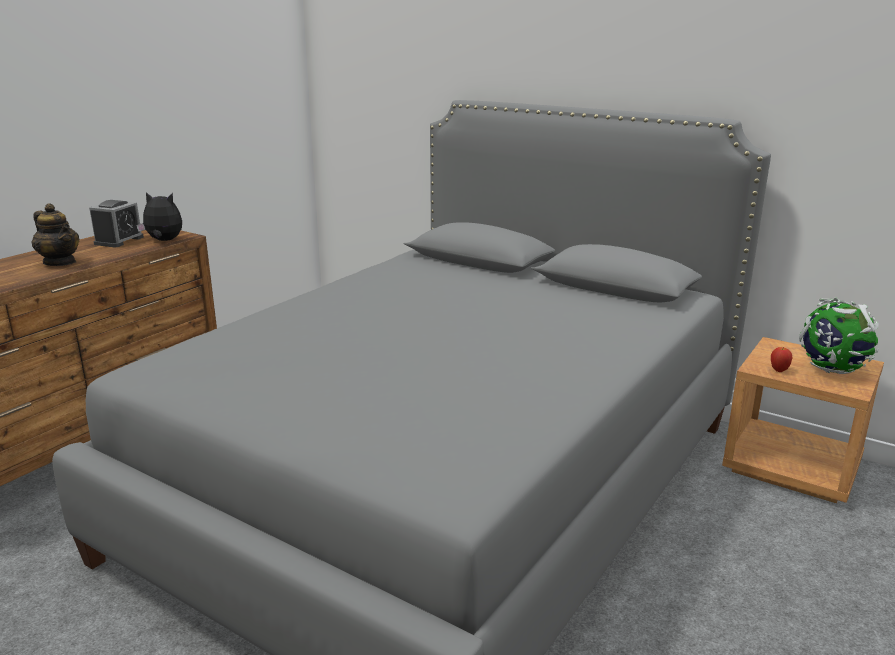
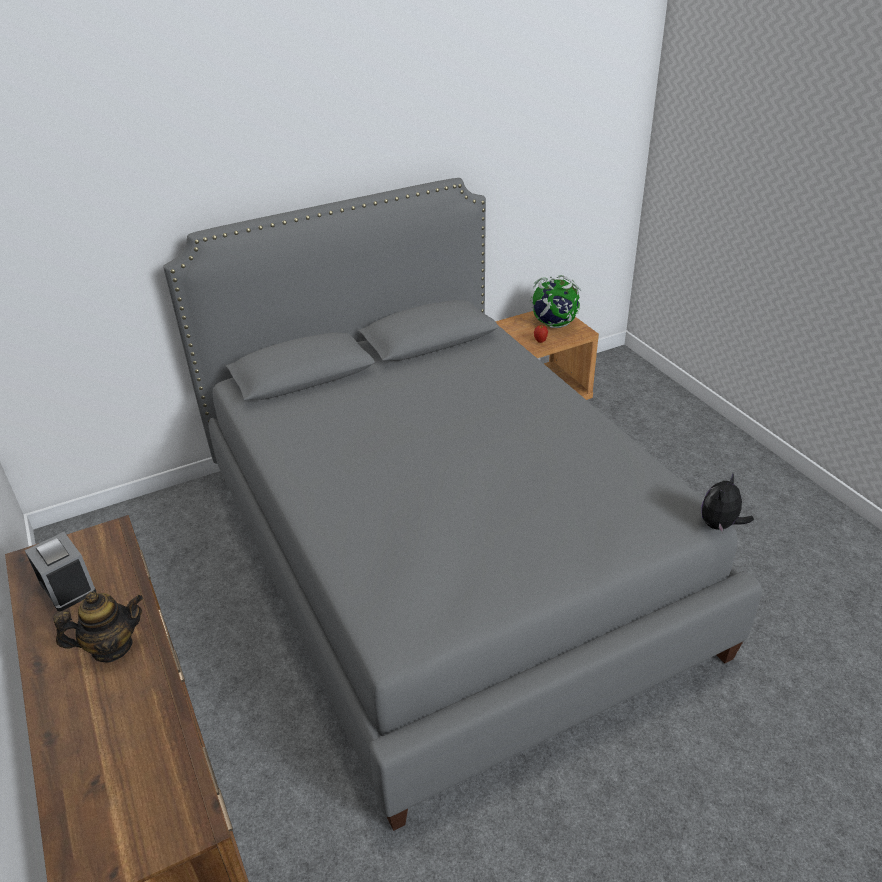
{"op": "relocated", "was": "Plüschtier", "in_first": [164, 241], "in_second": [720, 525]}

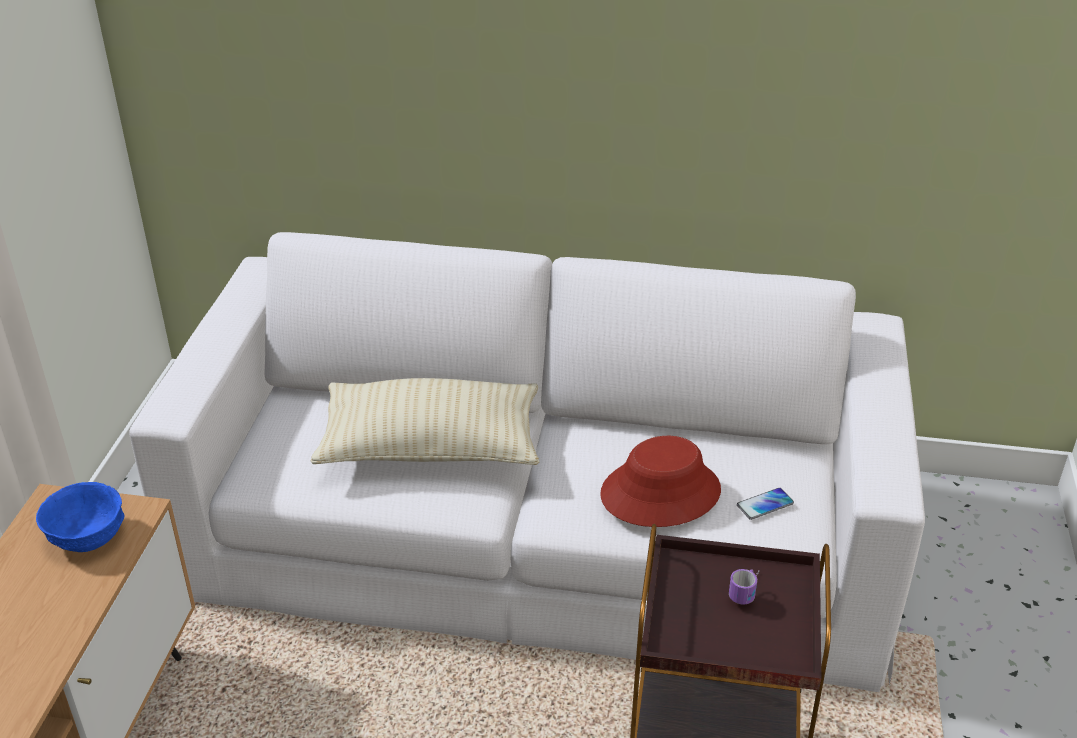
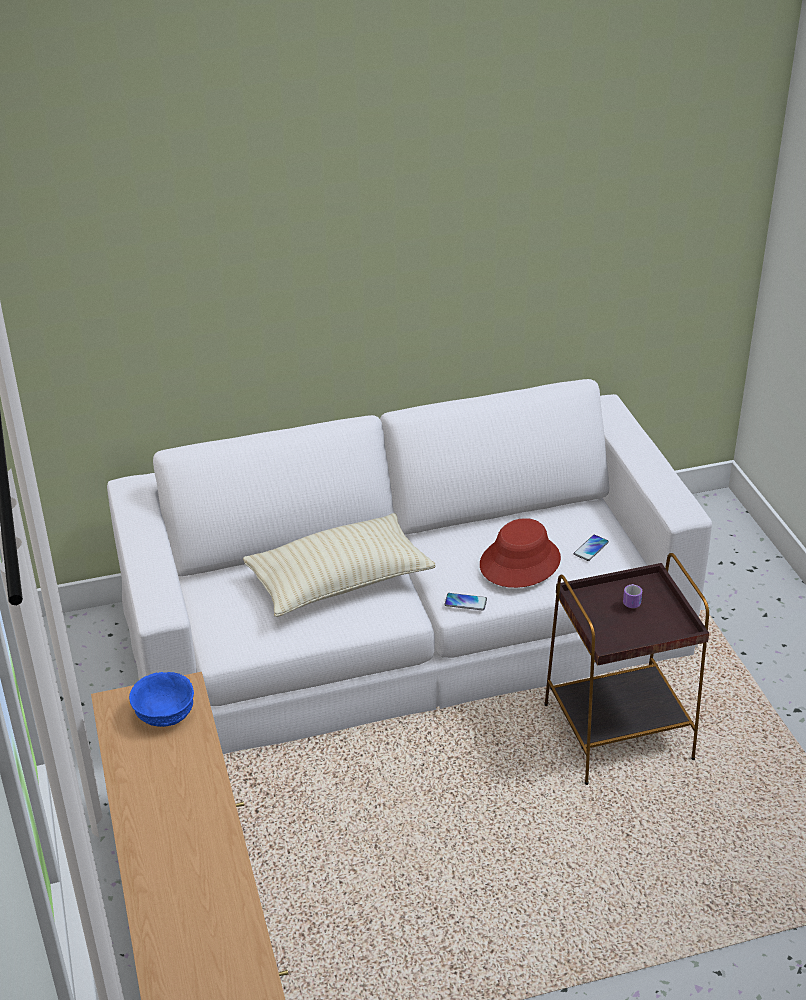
{"op": "appeared", "now": "Handy", "in_second": [465, 602]}

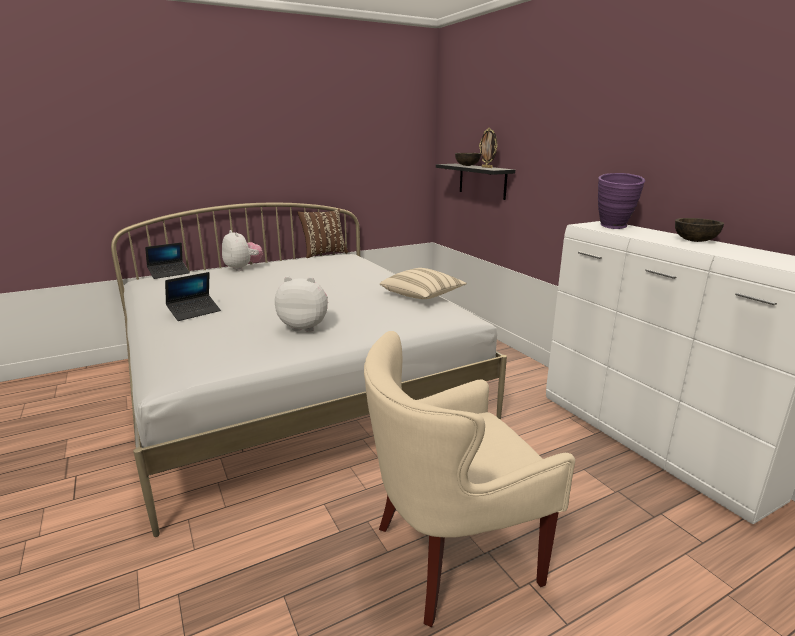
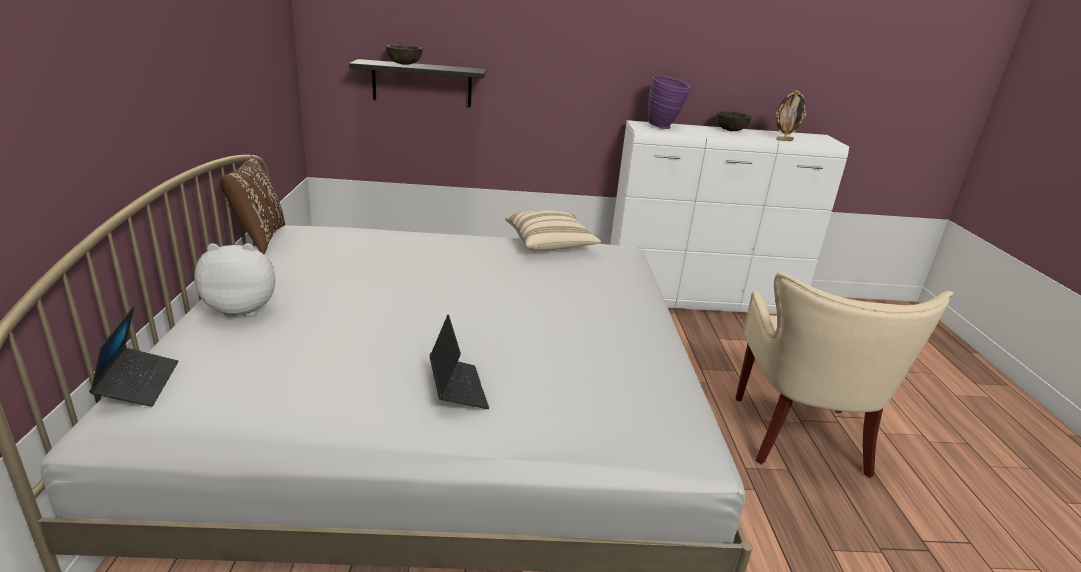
{"op": "missing", "was": "Plüschtier", "in_first": [305, 327]}
{"op": "relocated", "was": "Bilderrahmen", "in_first": [487, 167], "in_second": [784, 140]}

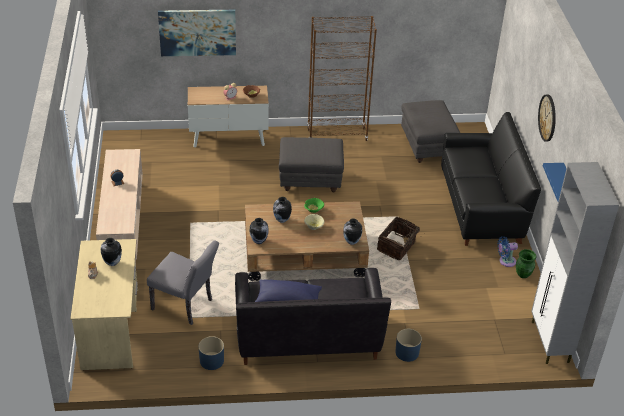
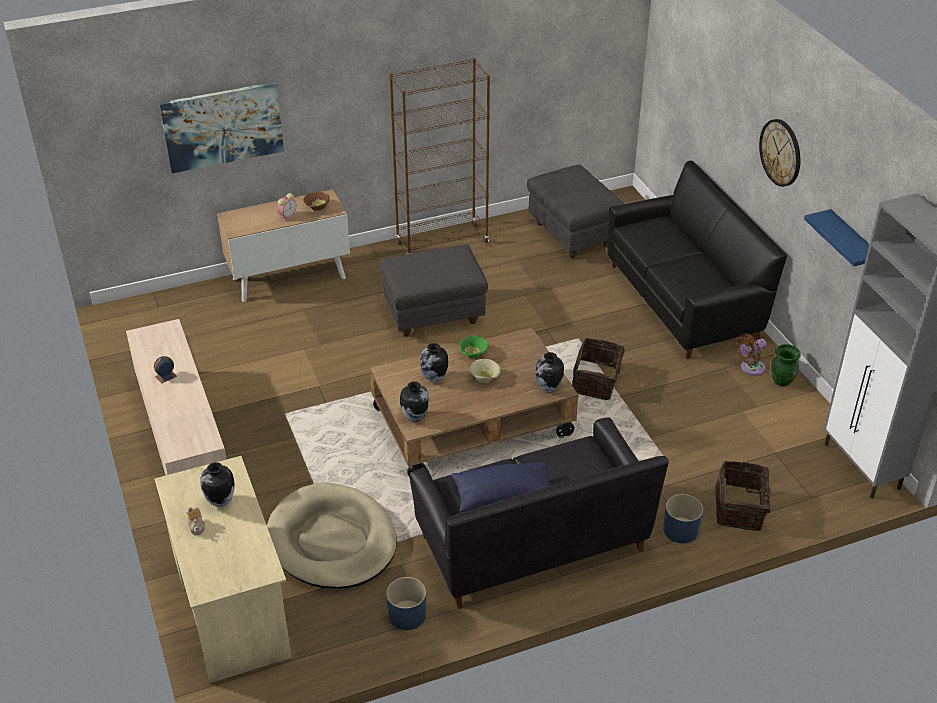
{"op": "exchanged", "was": "Stuhl (grau)", "now": "Hundebett (beige)", "in_first": [186, 306], "in_second": [332, 541]}
{"op": "colour", "was": "Ventilator (blau)", "now": "Ventilator (braun)", "in_first": [505, 261], "in_second": [750, 368]}
{"op": "appeared", "now": "Korb", "in_second": [740, 508]}

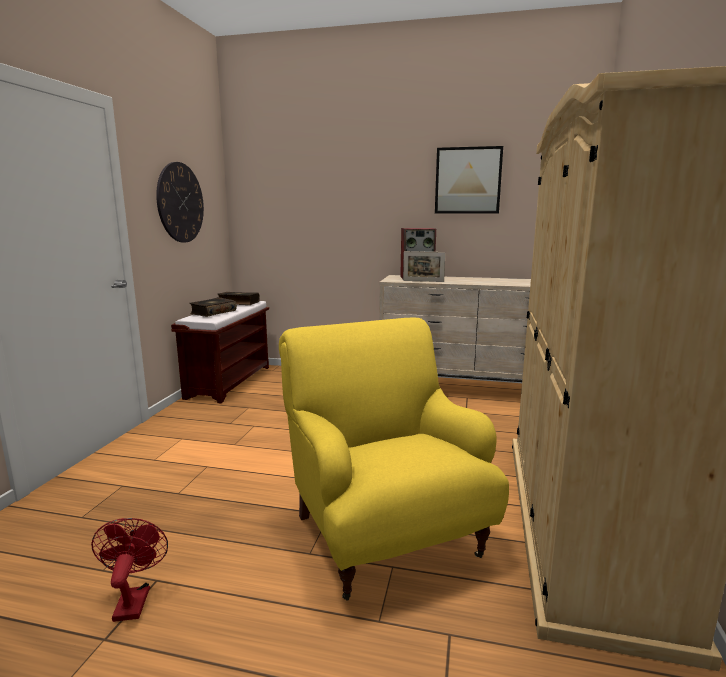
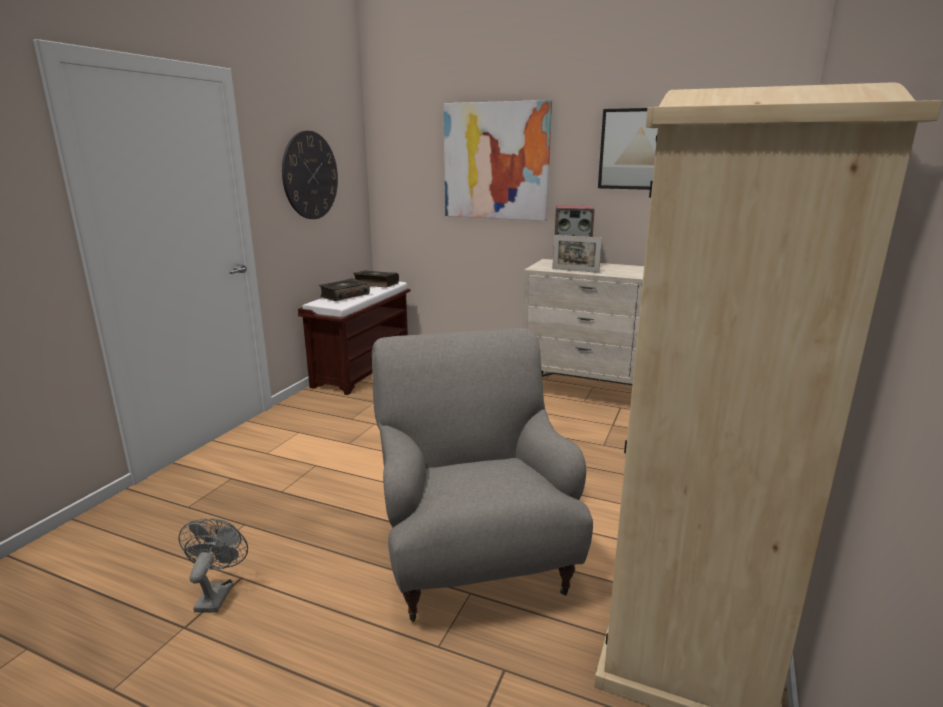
{"op": "colour", "was": "Ventilator (rot)", "now": "Ventilator (grau)", "in_first": [133, 599], "in_second": [216, 593]}
{"op": "colour", "was": "Sessel (gelb)", "now": "Sessel (grau)", "in_first": [384, 534], "in_second": [473, 557]}
{"op": "appeared", "now": "Bild", "in_second": [496, 161]}

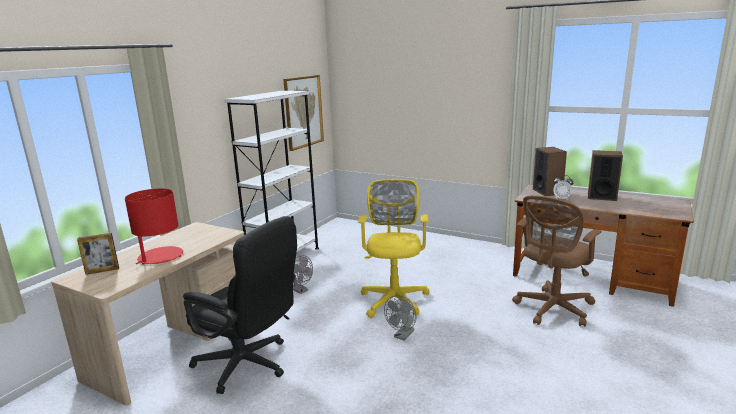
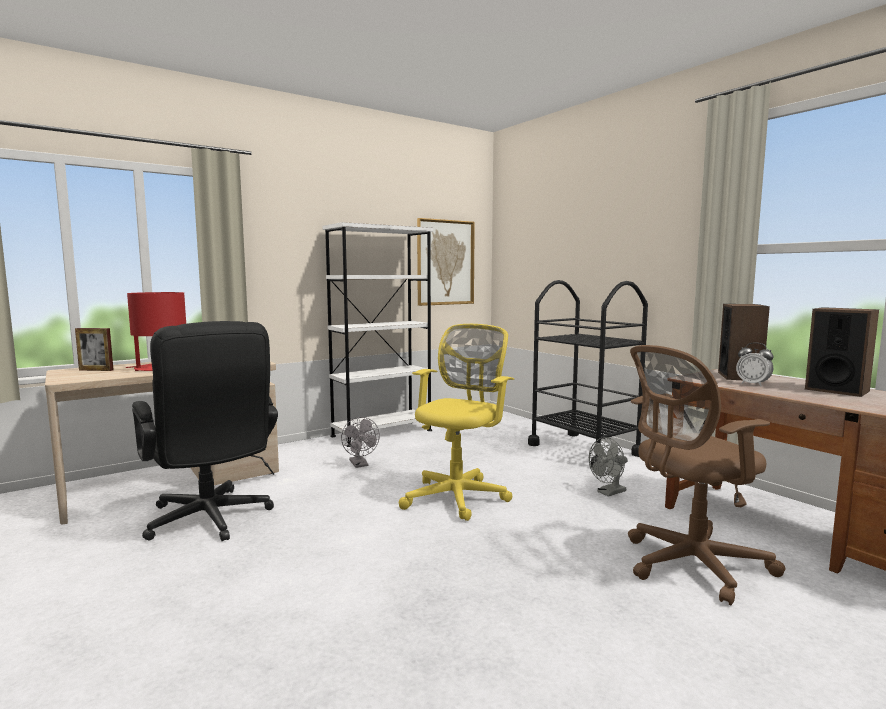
{"op": "relocated", "was": "Ventilator (grau)", "in_first": [402, 336], "in_second": [608, 493]}
{"op": "appeared", "now": "Rollwagen (schwarz)", "in_second": [584, 450]}

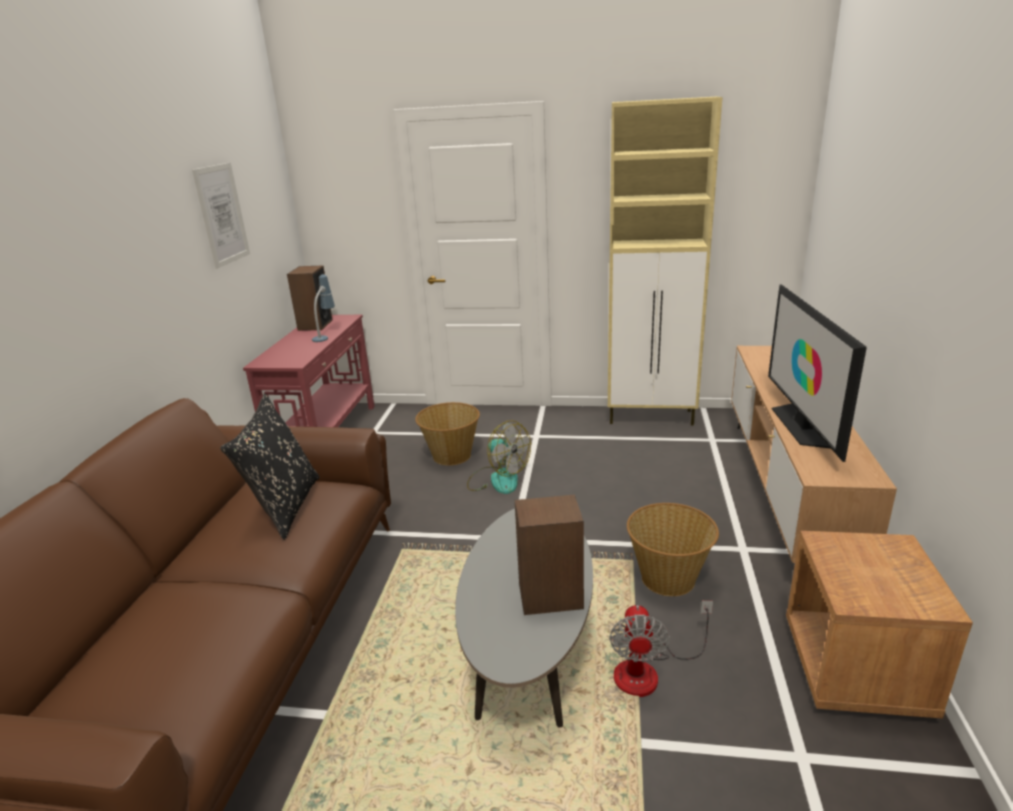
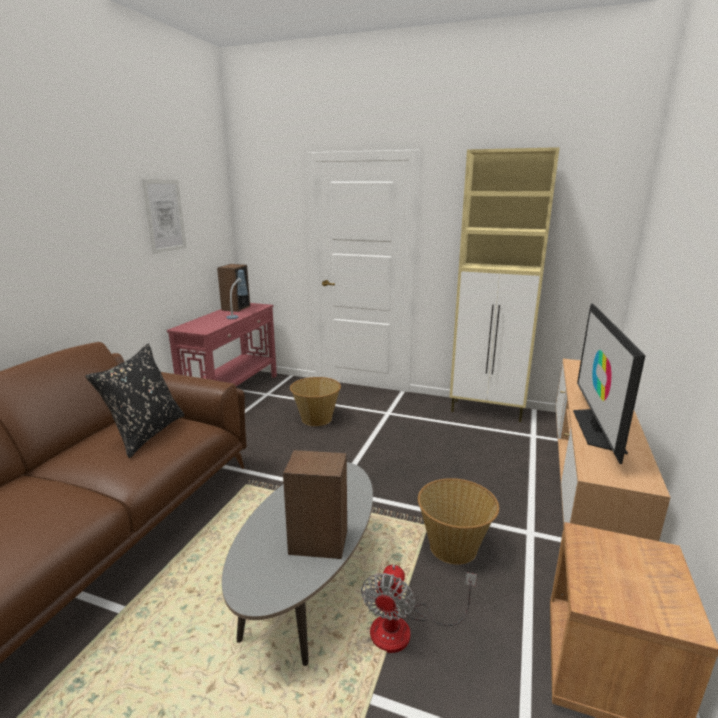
{"op": "missing", "was": "Ventilator", "in_first": [497, 479]}

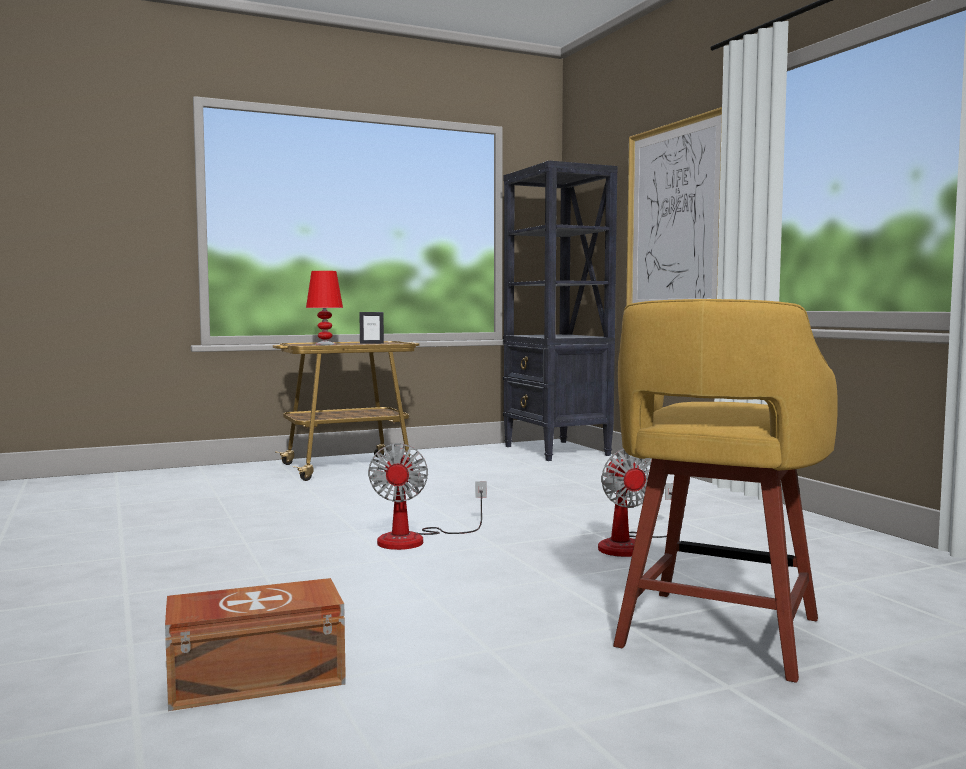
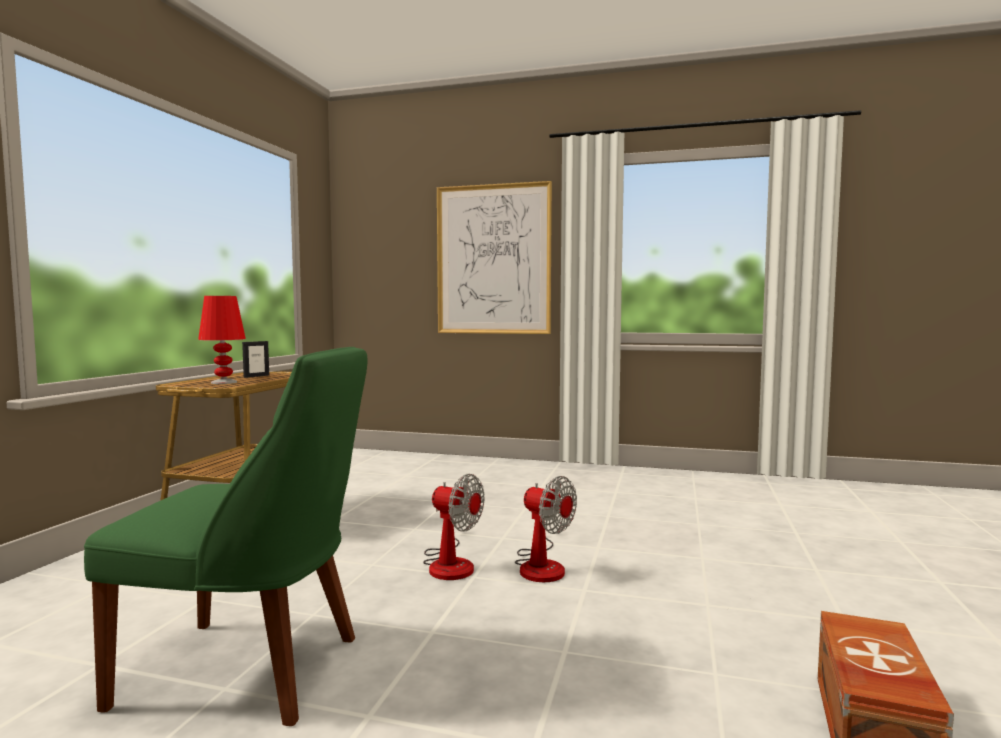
{"op": "missing", "was": "Bücherregal (schwarz)", "in_first": [556, 451]}
{"op": "relocated", "was": "Ventilator", "in_first": [631, 545], "in_second": [449, 563]}
{"op": "missing", "was": "Hocker (gelb)", "in_first": [716, 635]}
{"op": "appeared", "now": "Stuhl (grün)", "in_second": [251, 671]}

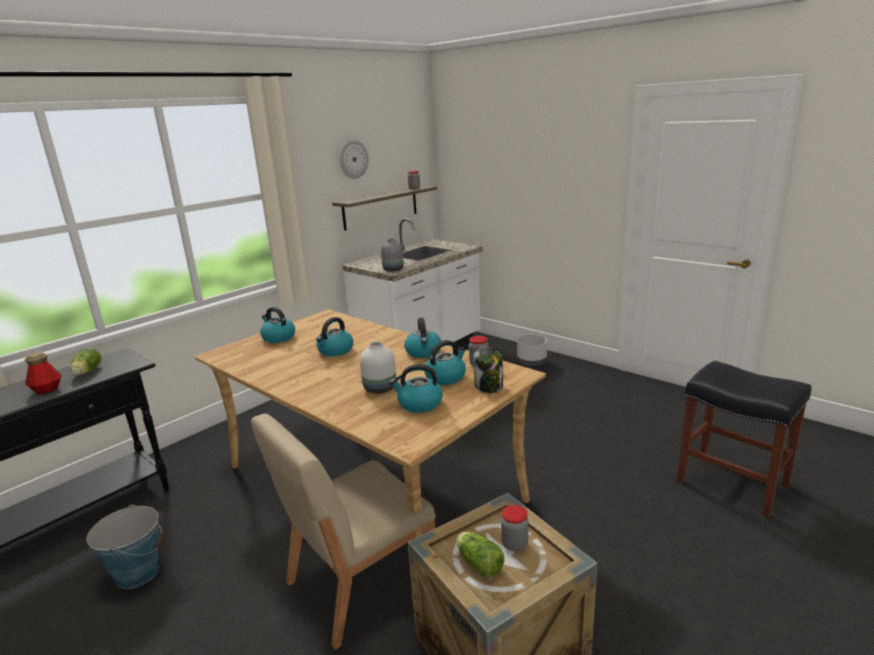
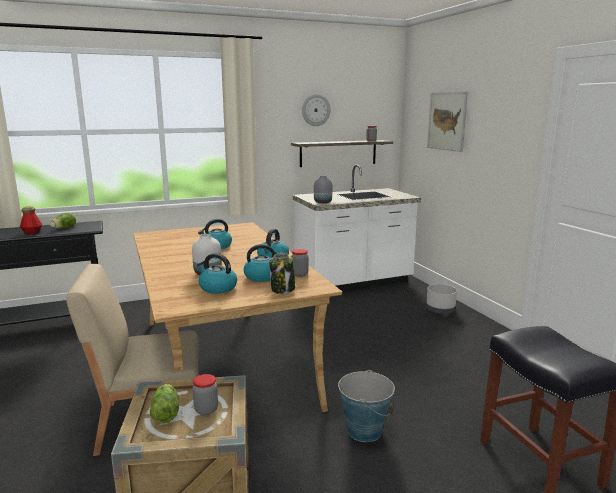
{"op": "relocated", "was": "Eimer", "in_first": [138, 573], "in_second": [364, 430]}
{"op": "missing", "was": "Wasserkessel", "in_first": [278, 338]}
{"op": "appeared", "now": "Bild", "in_second": [447, 121]}

